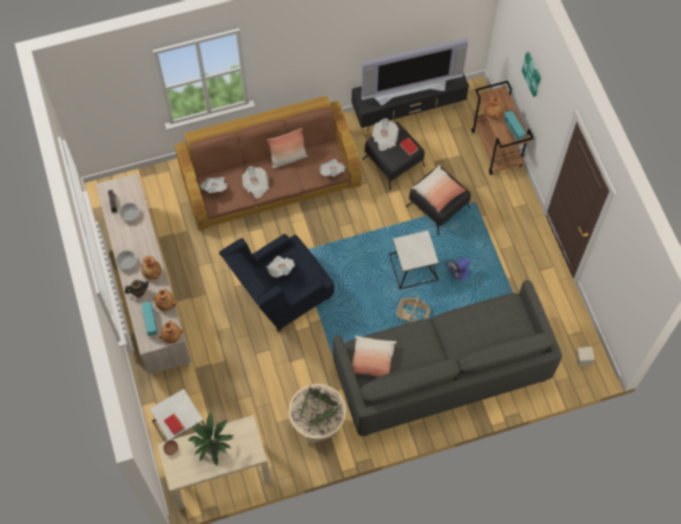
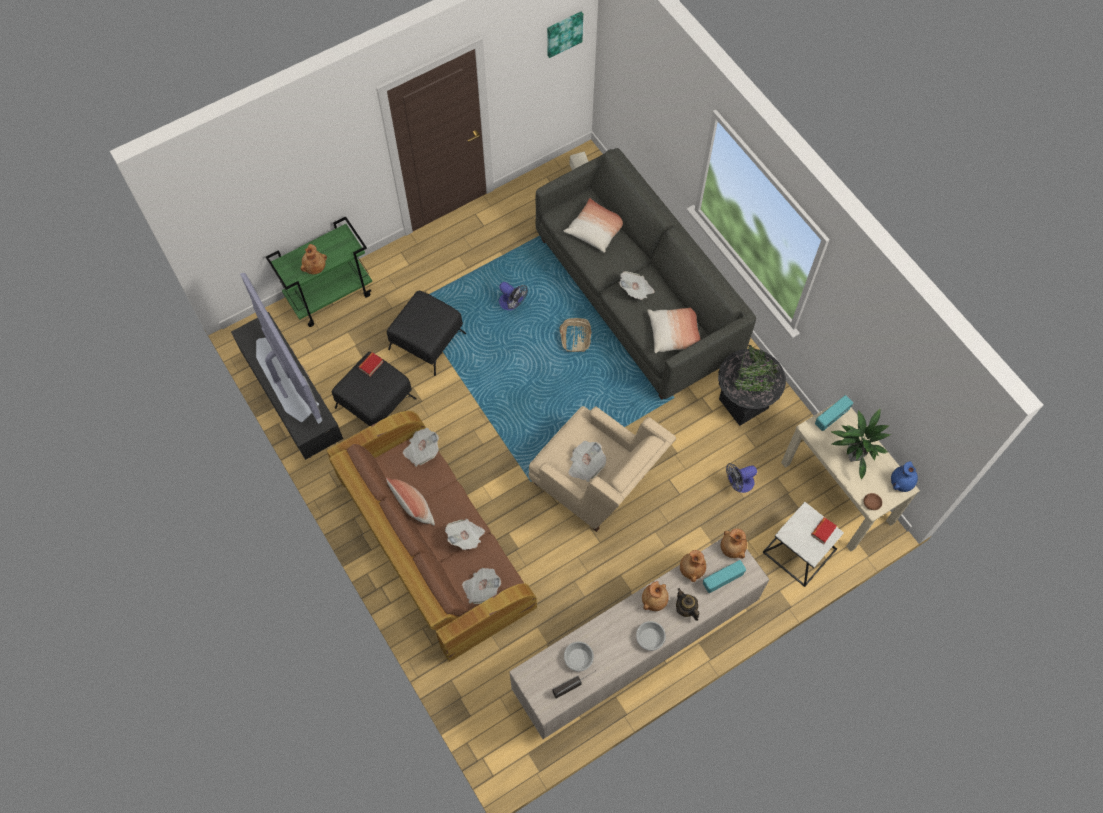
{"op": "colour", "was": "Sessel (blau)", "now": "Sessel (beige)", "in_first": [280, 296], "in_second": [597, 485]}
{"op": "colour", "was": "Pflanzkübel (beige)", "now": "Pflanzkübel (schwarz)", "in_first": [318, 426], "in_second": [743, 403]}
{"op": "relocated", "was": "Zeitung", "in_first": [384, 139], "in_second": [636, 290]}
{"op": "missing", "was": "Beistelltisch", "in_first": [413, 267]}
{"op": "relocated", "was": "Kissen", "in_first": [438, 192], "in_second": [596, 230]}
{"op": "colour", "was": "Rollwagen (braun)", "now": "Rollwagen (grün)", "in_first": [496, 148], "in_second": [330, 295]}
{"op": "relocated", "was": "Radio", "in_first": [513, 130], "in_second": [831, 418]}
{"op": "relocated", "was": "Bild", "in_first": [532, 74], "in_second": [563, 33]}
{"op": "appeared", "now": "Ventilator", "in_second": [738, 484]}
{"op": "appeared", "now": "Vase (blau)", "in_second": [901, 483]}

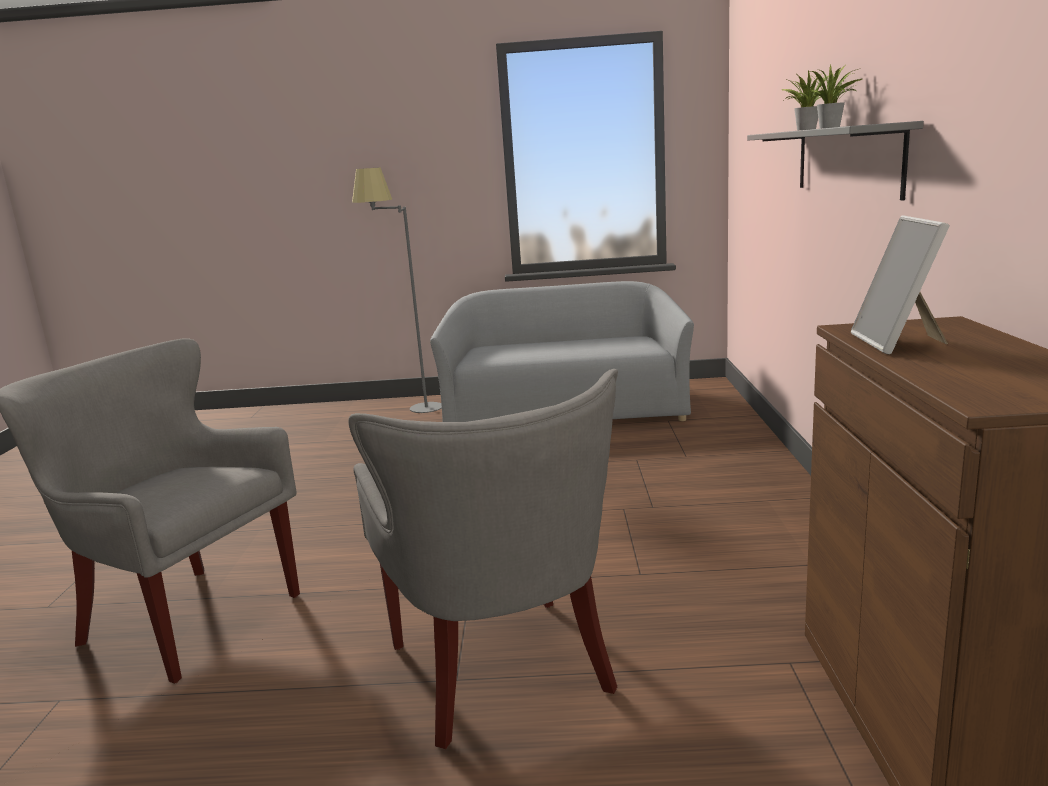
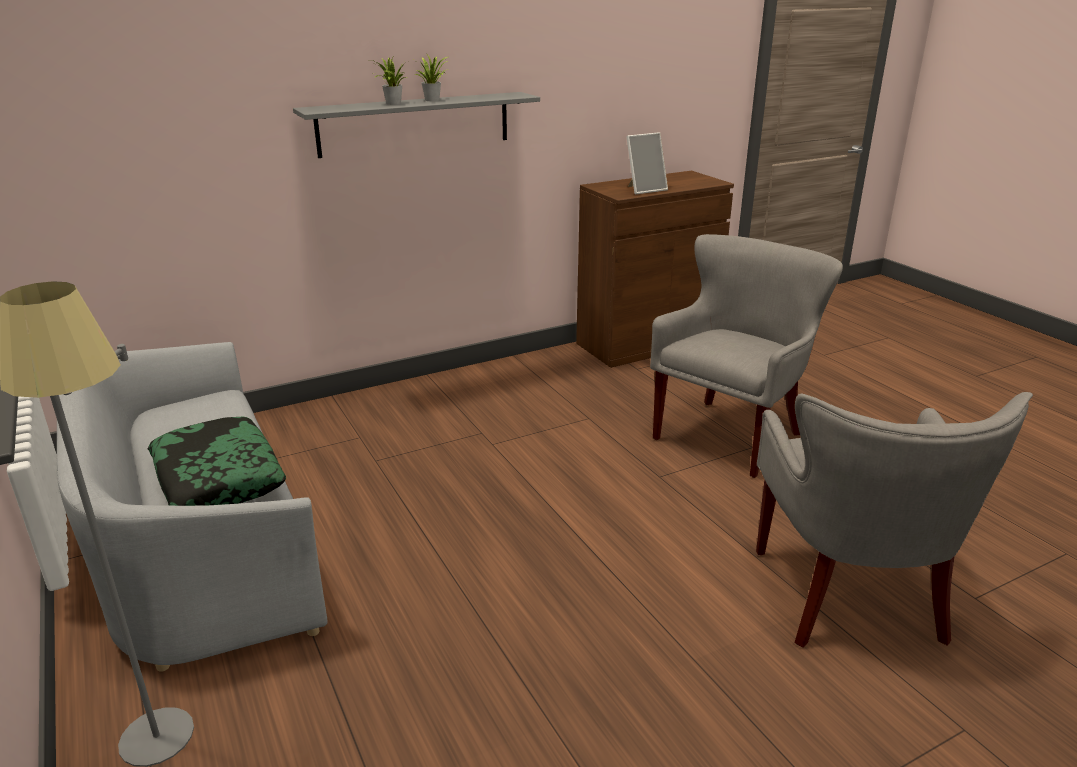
{"op": "appeared", "now": "Kissen", "in_second": [217, 478]}

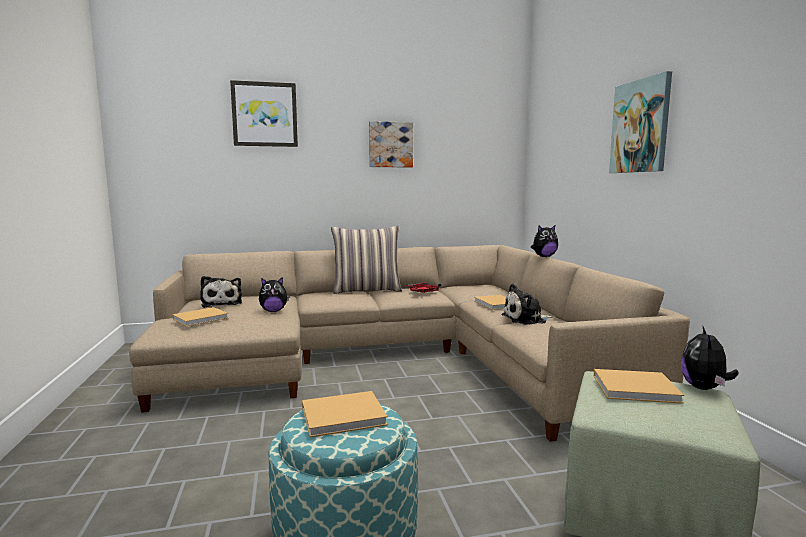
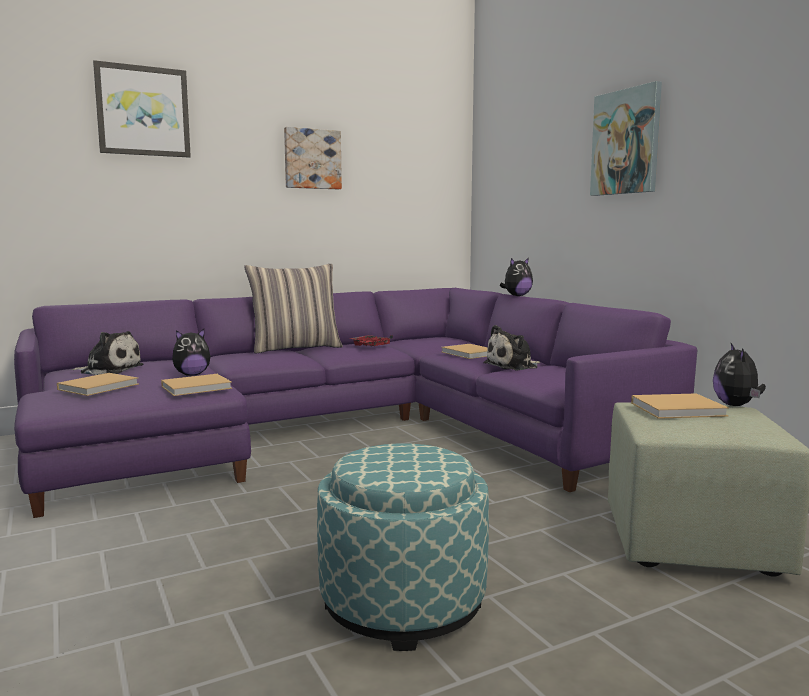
{"op": "colour", "was": "Sofa (beige)", "now": "Sofa (lila)", "in_first": [392, 358], "in_second": [342, 431]}
{"op": "spun", "was": "Plüschtier", "in_first": [222, 303], "in_second": [109, 370], "clockwise": -45}
{"op": "relocated", "was": "Buch (beige)", "in_first": [346, 416], "in_second": [198, 387]}

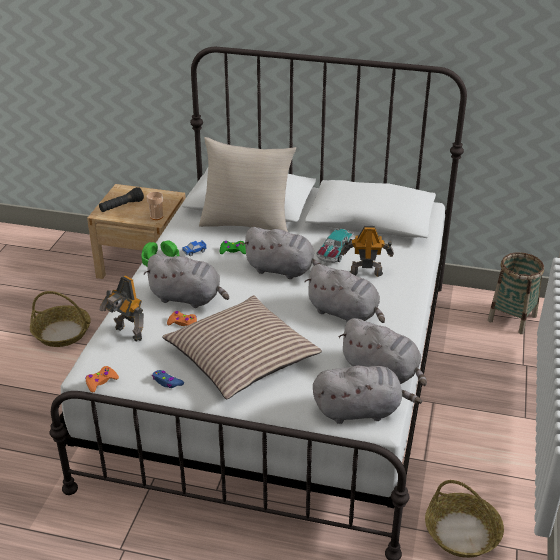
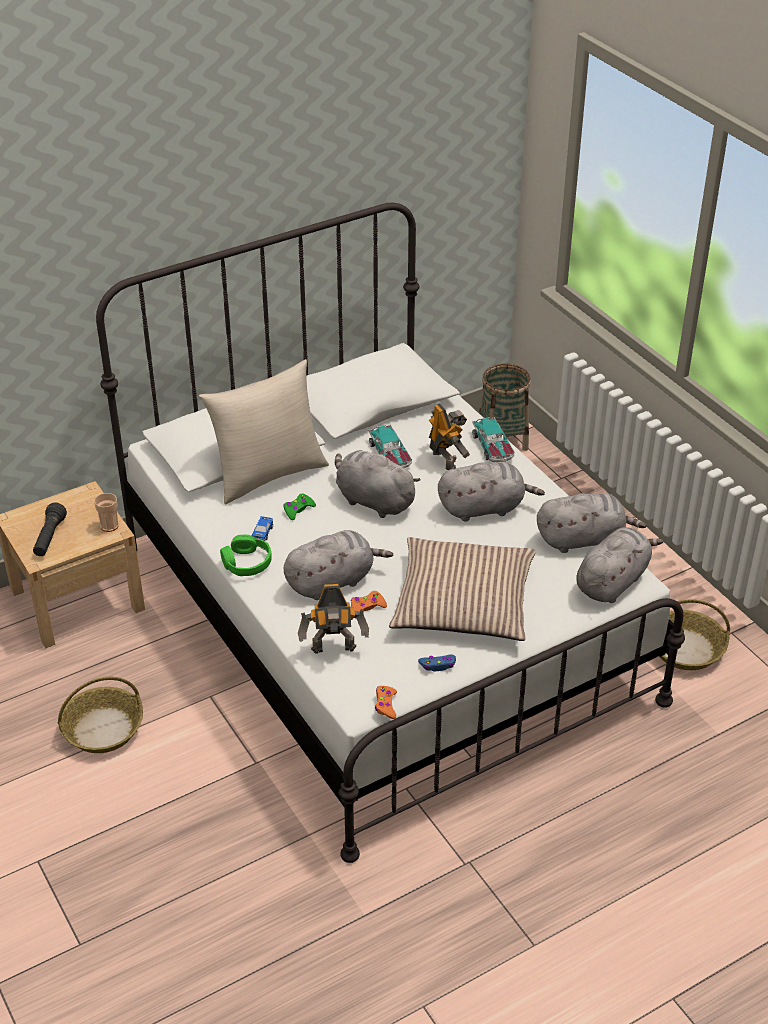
{"op": "spun", "was": "Plüschtier (grau)", "in_first": [282, 270], "in_second": [373, 501], "clockwise": -120}
{"op": "spun", "was": "Spielzeugroboter", "in_first": [365, 273], "in_second": [445, 459], "clockwise": 105}
{"op": "appeared", "now": "Spielzeugauto", "in_second": [493, 447]}

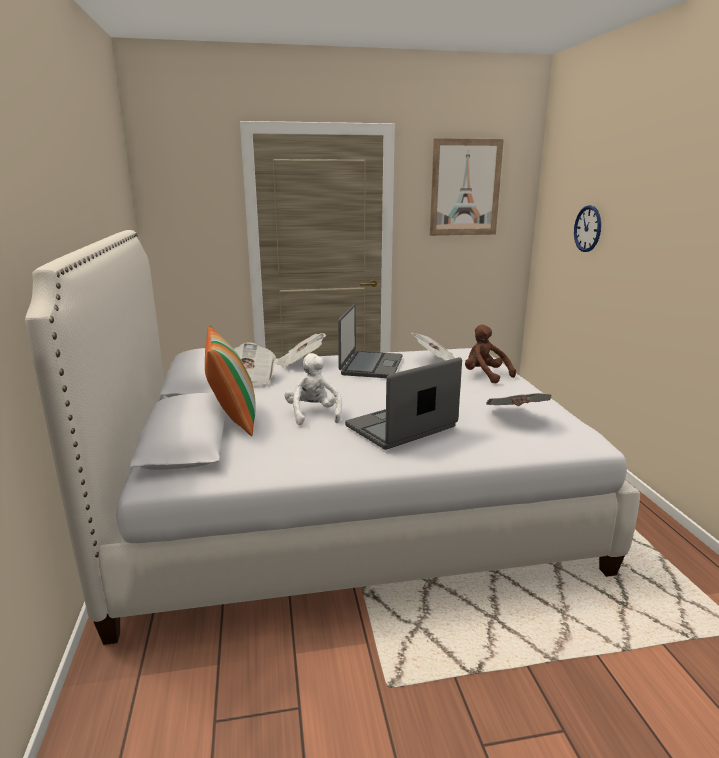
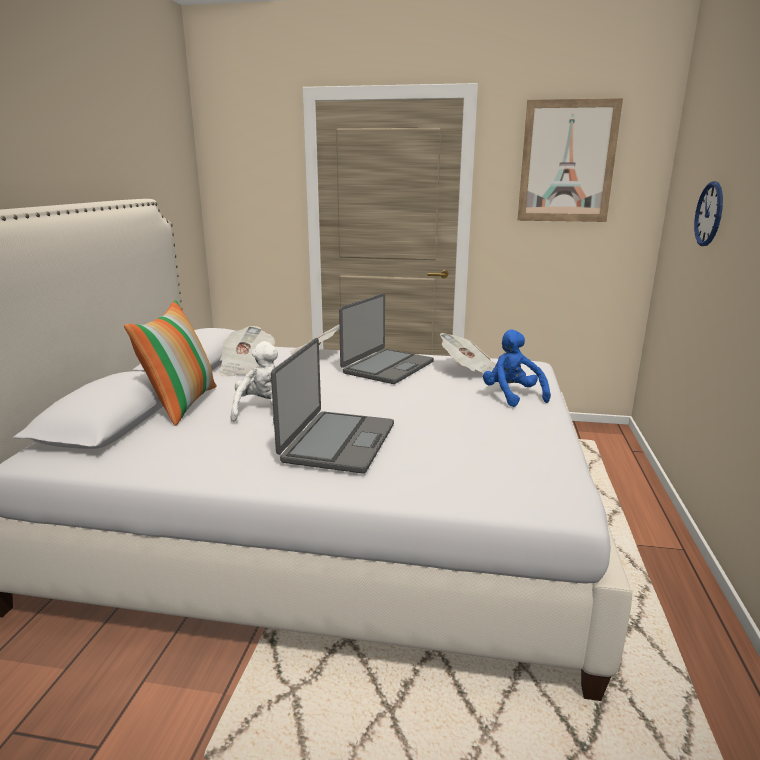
{"op": "spun", "was": "Laptop", "in_first": [401, 427], "in_second": [337, 442], "clockwise": 120}
{"op": "colour", "was": "Plüschtier (braun)", "now": "Plüschtier (blau)", "in_first": [485, 375], "in_second": [512, 395]}
{"op": "missing", "was": "Zeitung", "in_first": [515, 416]}

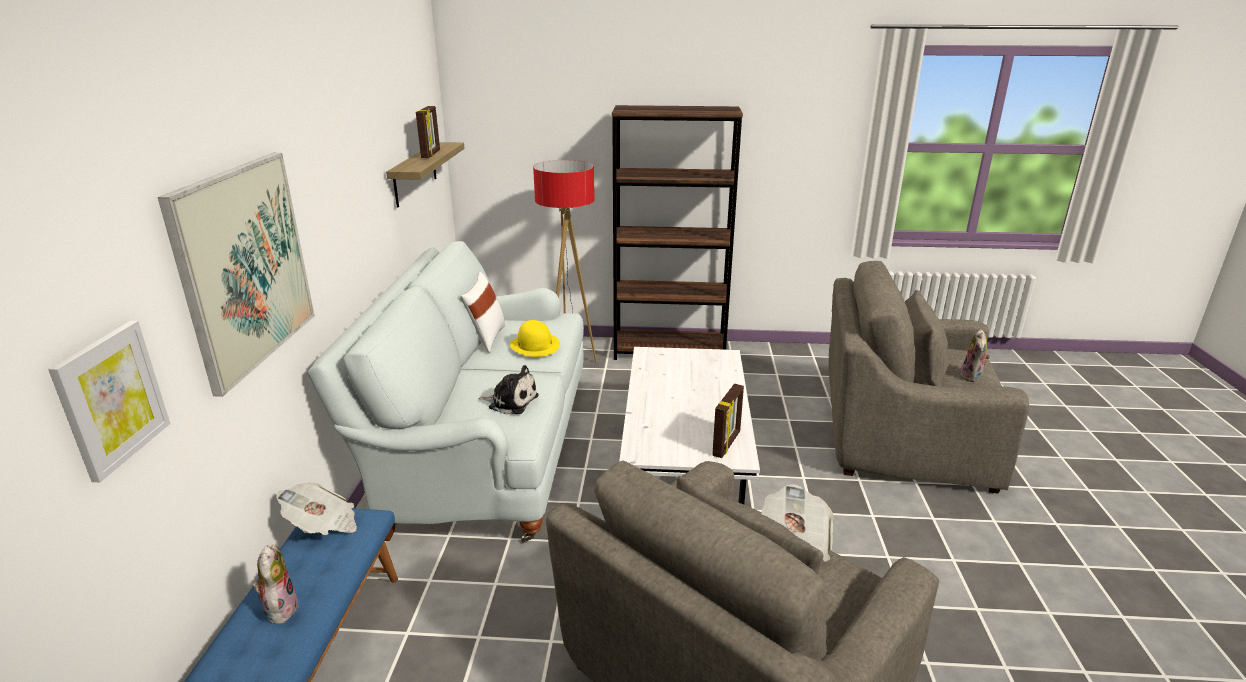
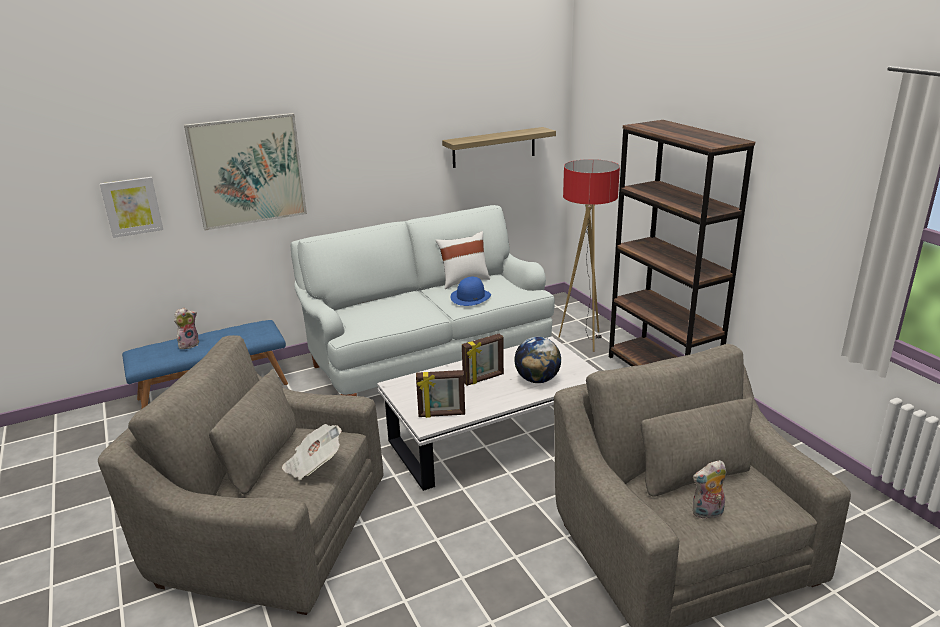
{"op": "missing", "was": "Zeitung", "in_first": [323, 525]}
{"op": "relocated", "was": "Bilderrahmen", "in_first": [431, 154], "in_second": [483, 379]}
{"op": "missing", "was": "Plüschtier", "in_first": [511, 401]}
{"op": "colour", "was": "Hut (gelb)", "now": "Hut (blau)", "in_first": [535, 345], "in_second": [470, 297]}
{"op": "appeared", "now": "Globus", "in_second": [537, 380]}

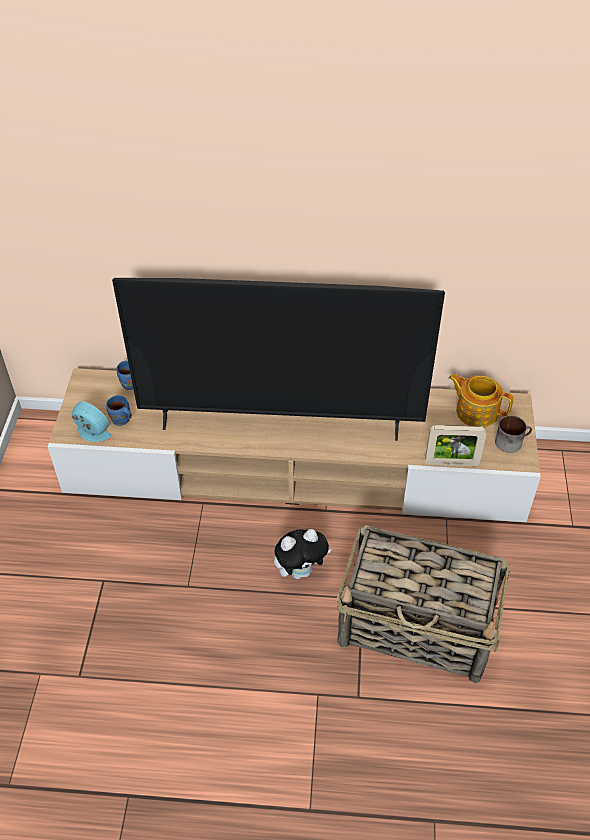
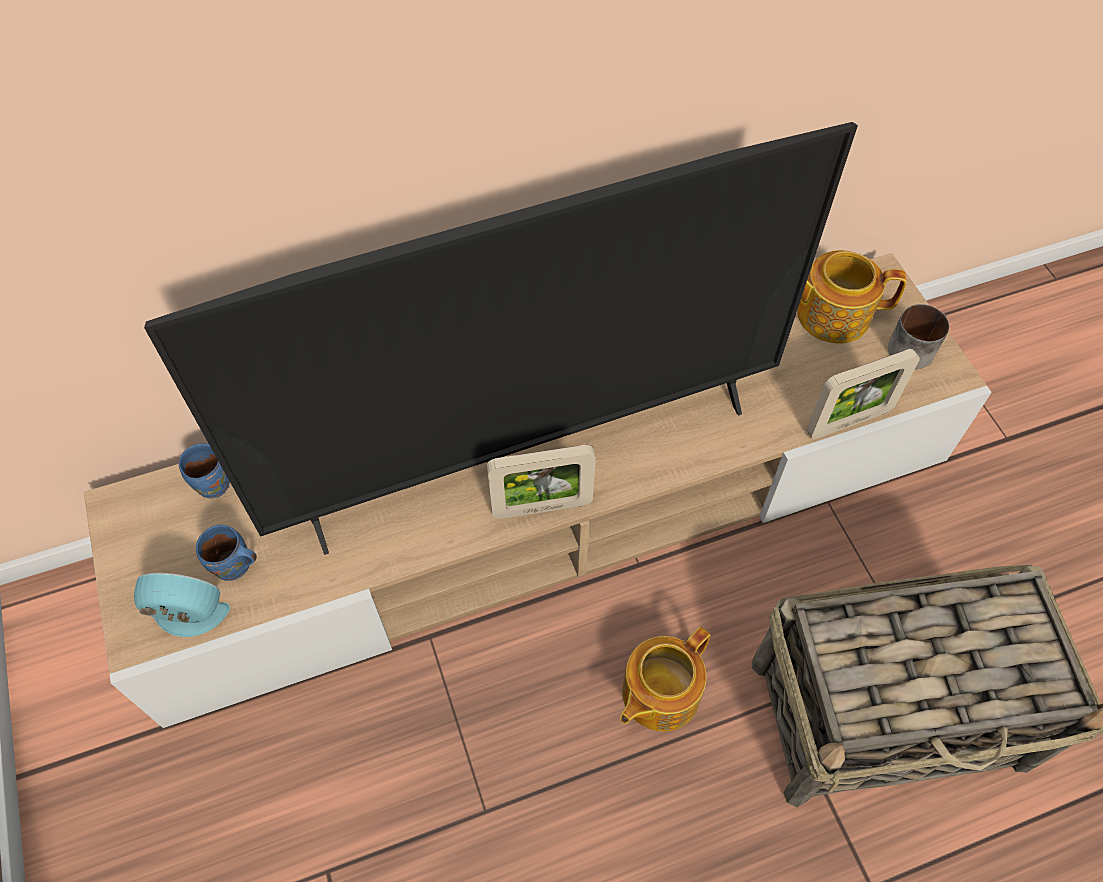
{"op": "exchanged", "was": "Plüschtier", "now": "Teekanne", "in_first": [301, 571], "in_second": [658, 693]}
{"op": "appeared", "now": "Bilderrahmen", "in_second": [542, 507]}

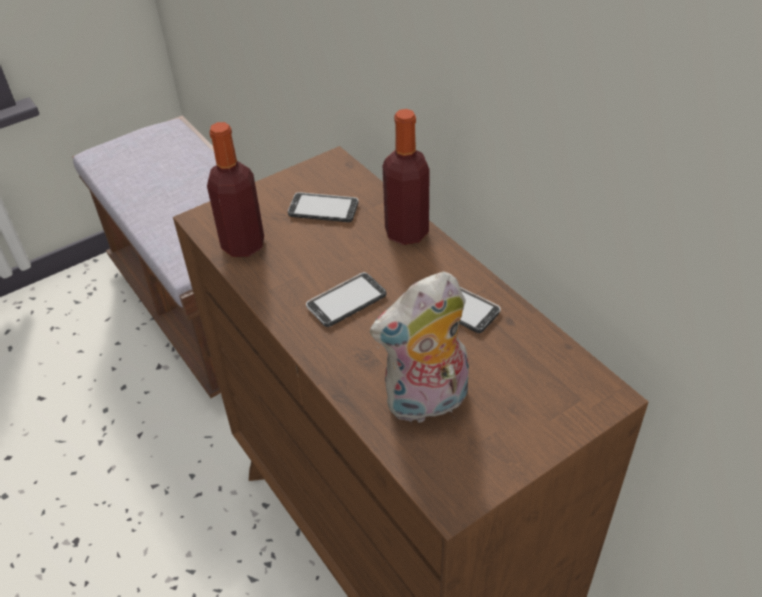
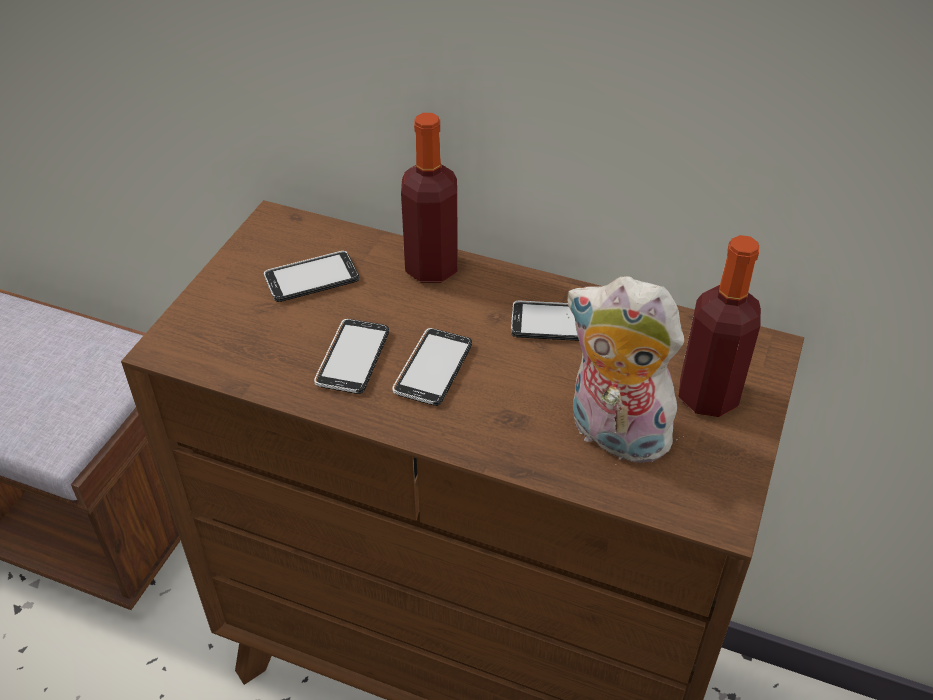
{"op": "relocated", "was": "Flasche", "in_first": [243, 245], "in_second": [707, 396]}
{"op": "spun", "was": "Plüschtier", "in_first": [426, 403], "in_second": [613, 435], "clockwise": 90}
{"op": "appeared", "now": "Handy", "in_second": [353, 358]}

